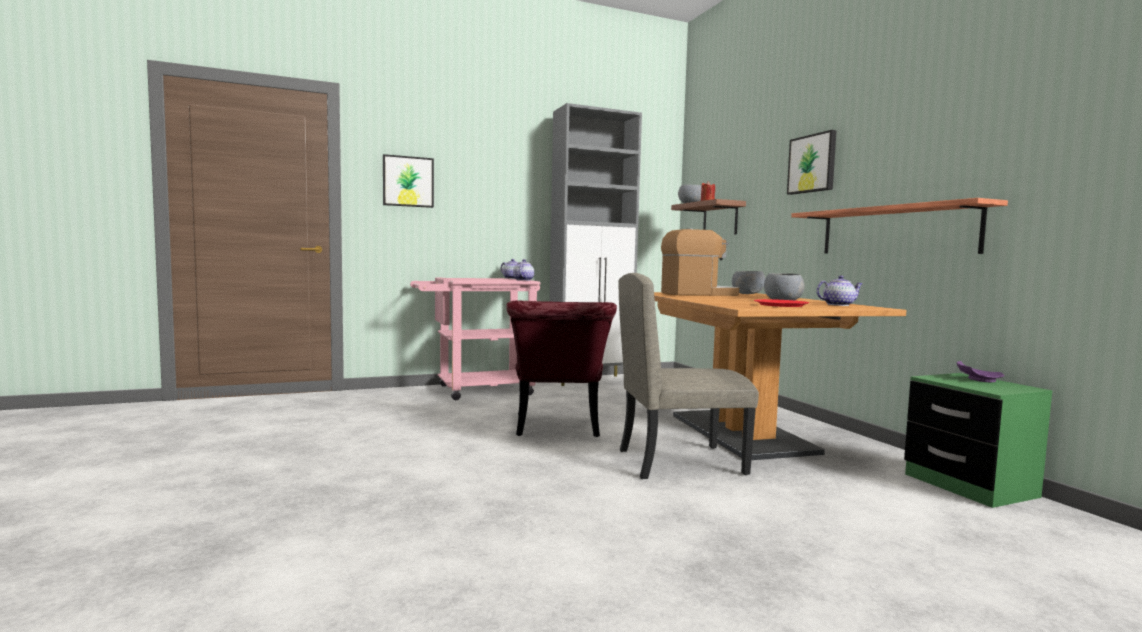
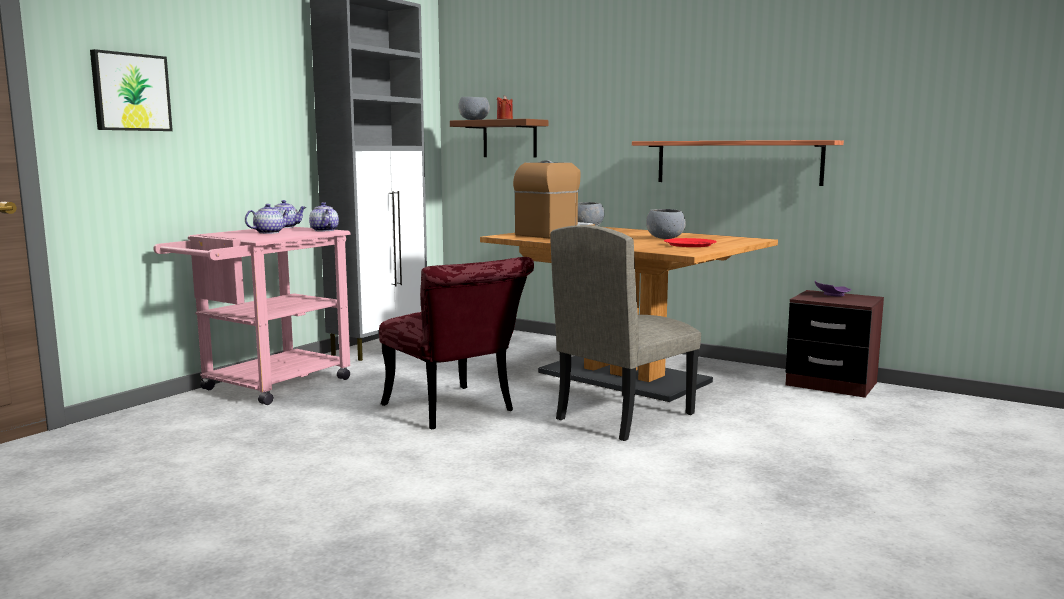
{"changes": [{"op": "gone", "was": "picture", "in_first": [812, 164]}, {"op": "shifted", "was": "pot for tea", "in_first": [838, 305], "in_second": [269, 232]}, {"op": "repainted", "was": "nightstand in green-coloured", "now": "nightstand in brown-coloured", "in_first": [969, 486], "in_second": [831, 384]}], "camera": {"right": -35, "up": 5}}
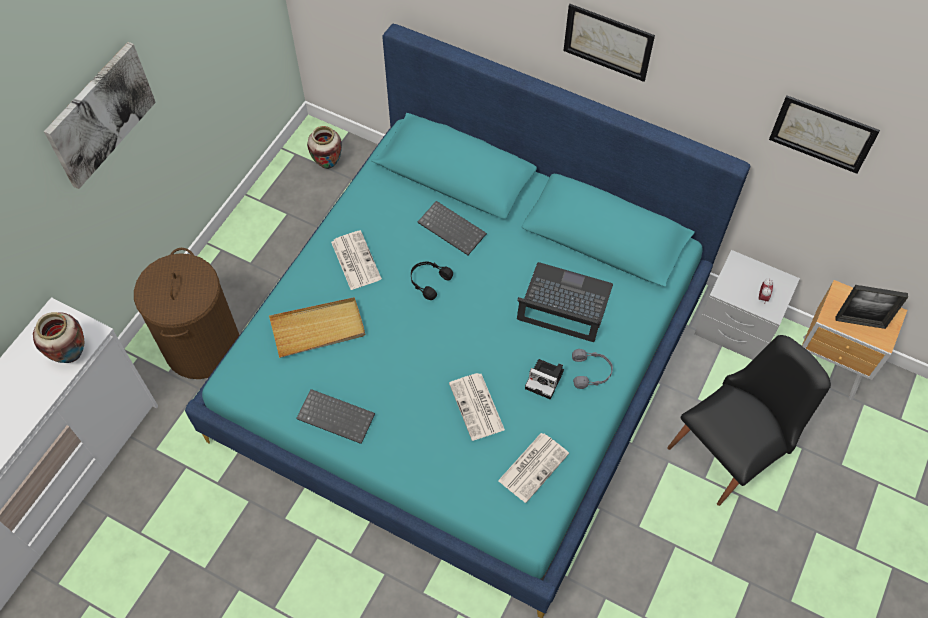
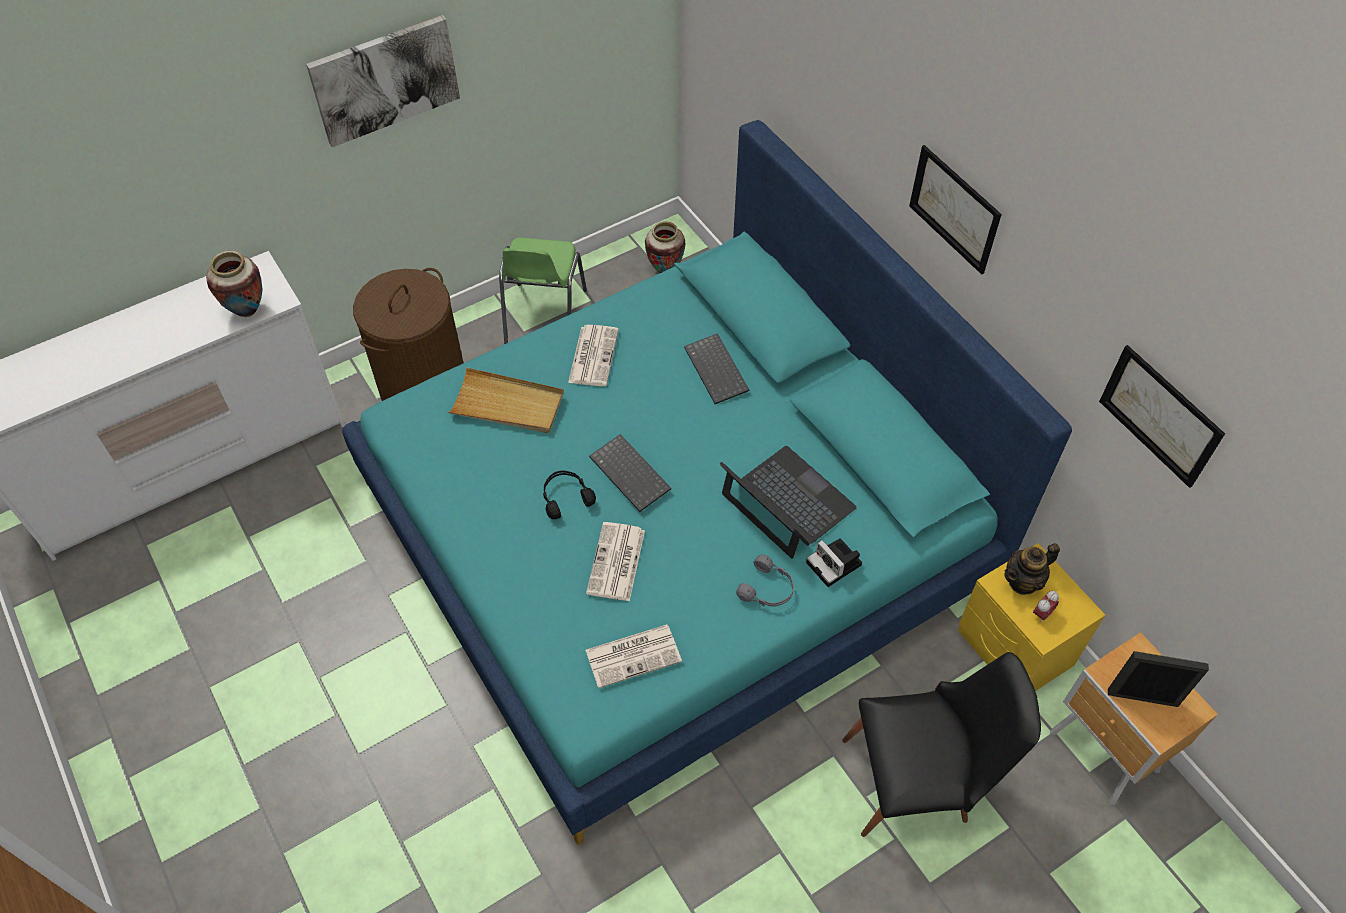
{"changes": [{"op": "shifted", "was": "PC keyboard", "in_first": [337, 416], "in_second": [632, 474]}, {"op": "shifted", "was": "headphones in blackish", "in_first": [428, 281], "in_second": [565, 497]}, {"op": "shifted", "was": "still camera", "in_first": [546, 380], "in_second": [835, 565]}, {"op": "repainted", "was": "nightstand in greyish", "now": "nightstand in yellowish", "in_first": [735, 328], "in_second": [1014, 648]}, {"op": "rotated", "was": "standing frame", "in_first": [860, 322], "in_second": [1142, 698], "clockwise": 150}, {"op": "new", "now": "chair in green-coloured", "in_second": [544, 317]}, {"op": "new", "now": "pot for tea", "in_second": [1023, 581]}], "camera": {"right": 30, "up": -5}}
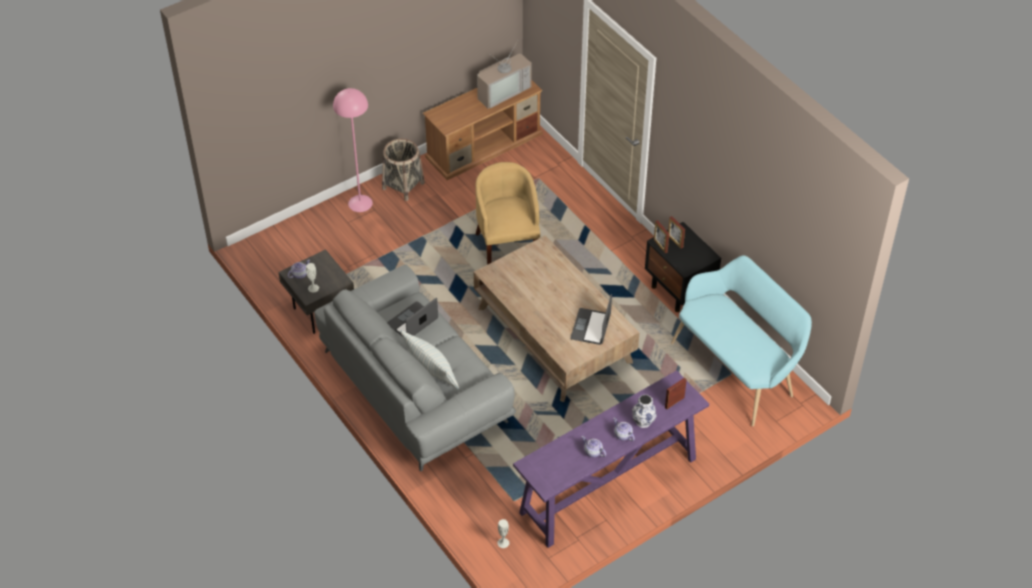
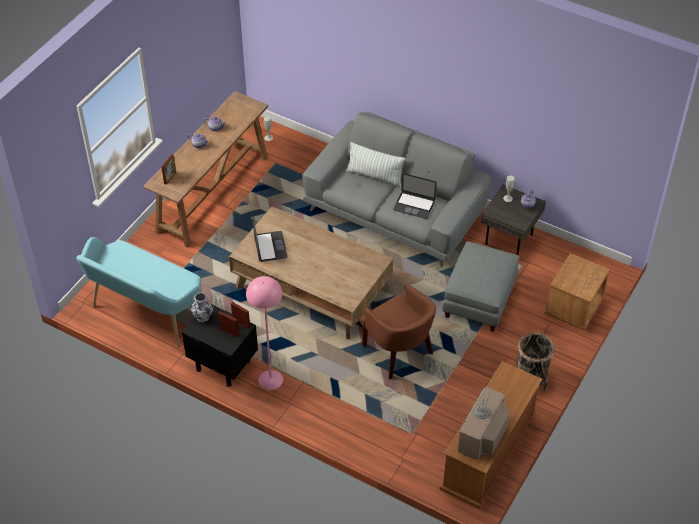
{"changes": [{"op": "shifted", "was": "floor lamp in pink", "in_first": [360, 203], "in_second": [270, 380]}, {"op": "rotated", "was": "notebook computer", "in_first": [412, 321], "in_second": [414, 205], "clockwise": 90}, {"op": "repainted", "was": "armchair in yellowish", "now": "armchair in brown-coloured", "in_first": [507, 245], "in_second": [398, 352]}, {"op": "repainted", "was": "hall table in purple-coloured", "now": "hall table in brown-coloured", "in_first": [607, 486], "in_second": [213, 193]}, {"op": "shifted", "was": "decorative vase", "in_first": [643, 421], "in_second": [203, 317]}, {"op": "new", "now": "ottoman in greyish", "in_second": [478, 300]}, {"op": "new", "now": "nightstand in brown-coloured", "in_second": [573, 308]}], "camera": {"right": 155, "up": 0}}
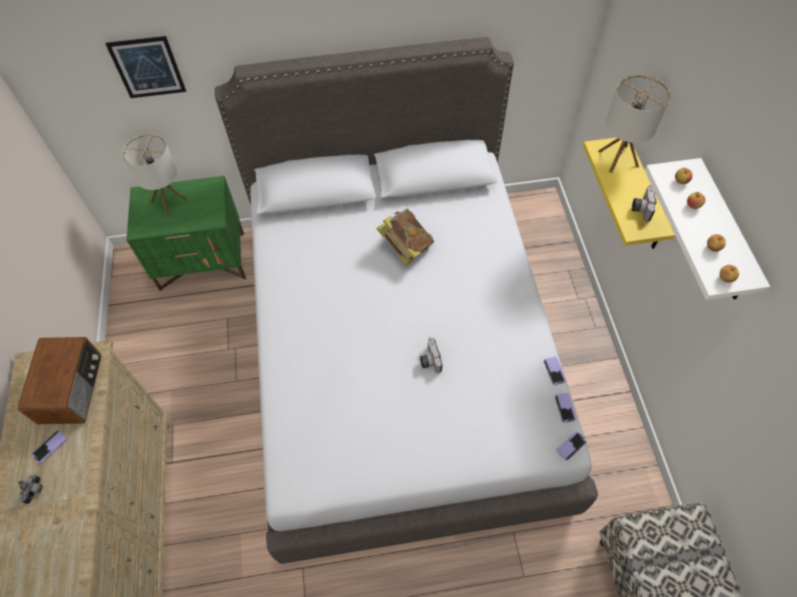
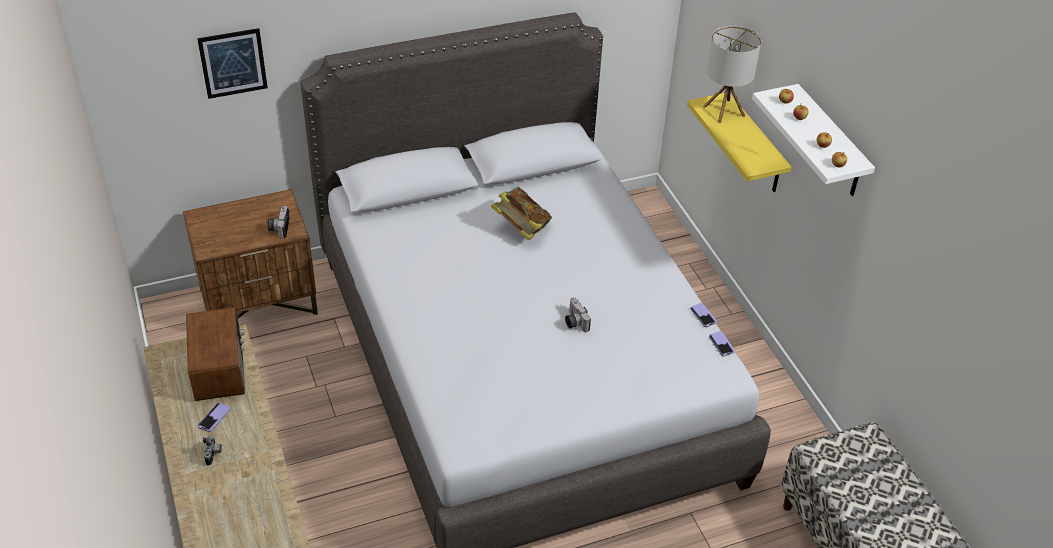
{"changes": [{"op": "gone", "was": "lamp for a table", "in_first": [168, 200]}, {"op": "repainted", "was": "nightstand in green-coloured", "now": "nightstand in brown-coloured", "in_first": [203, 261], "in_second": [259, 302]}, {"op": "gone", "was": "handset", "in_first": [571, 446]}, {"op": "shifted", "was": "still camera", "in_first": [640, 207], "in_second": [279, 227]}], "camera": {"right": -15, "up": -15}}
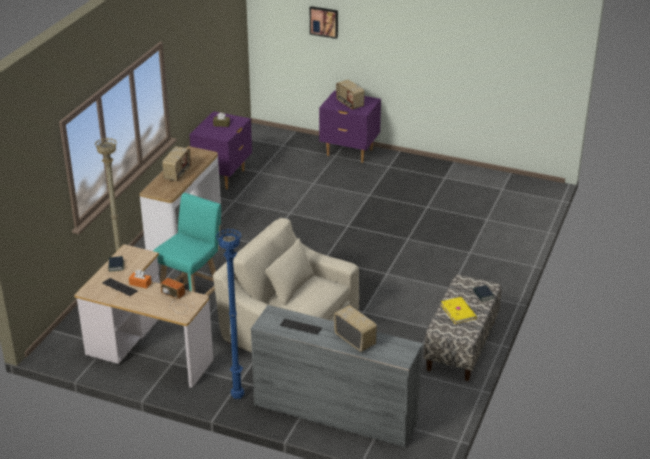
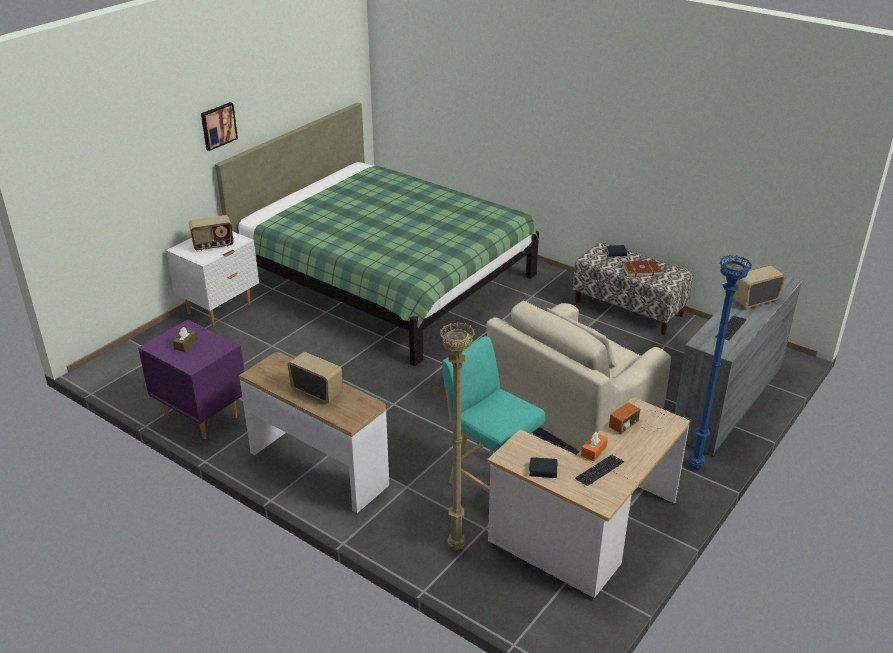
{"changes": [{"op": "shifted", "was": "picture", "in_first": [324, 21], "in_second": [218, 125]}, {"op": "repainted", "was": "nightstand in purple-coloured", "now": "nightstand in whitish", "in_first": [349, 153], "in_second": [220, 309]}, {"op": "repainted", "was": "bound book in yellowish", "now": "bound book in brown-coloured", "in_first": [458, 311], "in_second": [640, 270]}, {"op": "new", "now": "bedroom bed in green-coloured", "in_second": [386, 280]}], "camera": {"right": -75, "up": 0}}
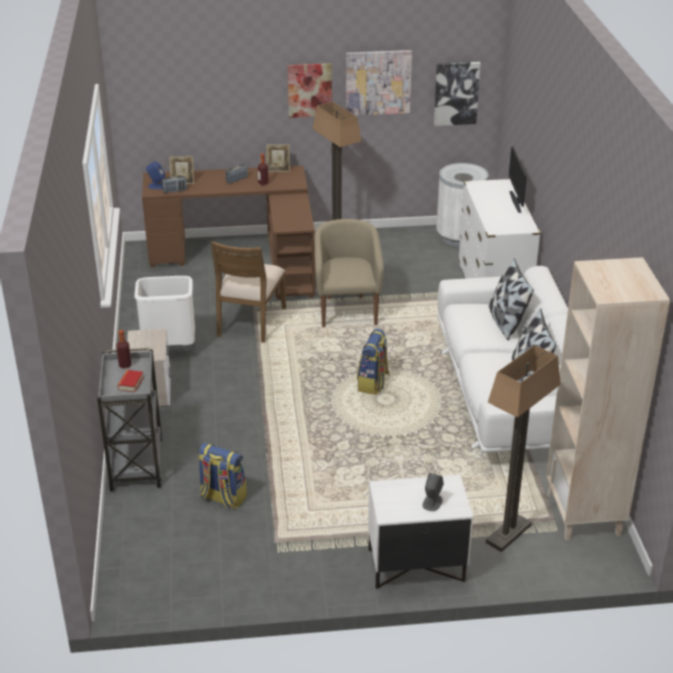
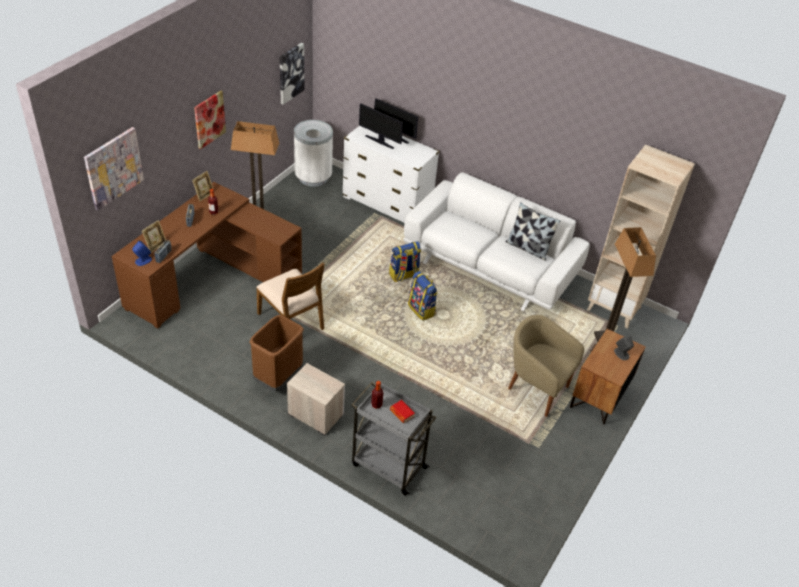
{"changes": [{"op": "repainted", "was": "waste bin in whitish", "now": "waste bin in brown-coloured", "in_first": [170, 350], "in_second": [278, 378]}, {"op": "shifted", "was": "knapsack", "in_first": [222, 497], "in_second": [404, 275]}, {"op": "shifted", "was": "armchair in sand-coloured", "in_first": [347, 311], "in_second": [535, 390]}, {"op": "shifted", "was": "picture", "in_first": [378, 82], "in_second": [113, 168]}, {"op": "repainted", "was": "nightstand in whitish", "now": "nightstand in brown-coloured", "in_first": [415, 566], "in_second": [599, 397]}, {"op": "gone", "was": "pillow", "in_first": [506, 322]}, {"op": "new", "now": "computer screen", "in_second": [380, 141]}], "camera": {"right": -55, "up": 10}}
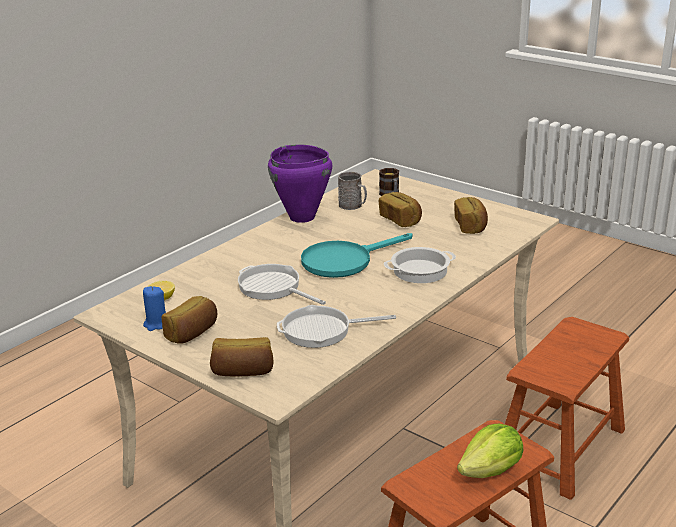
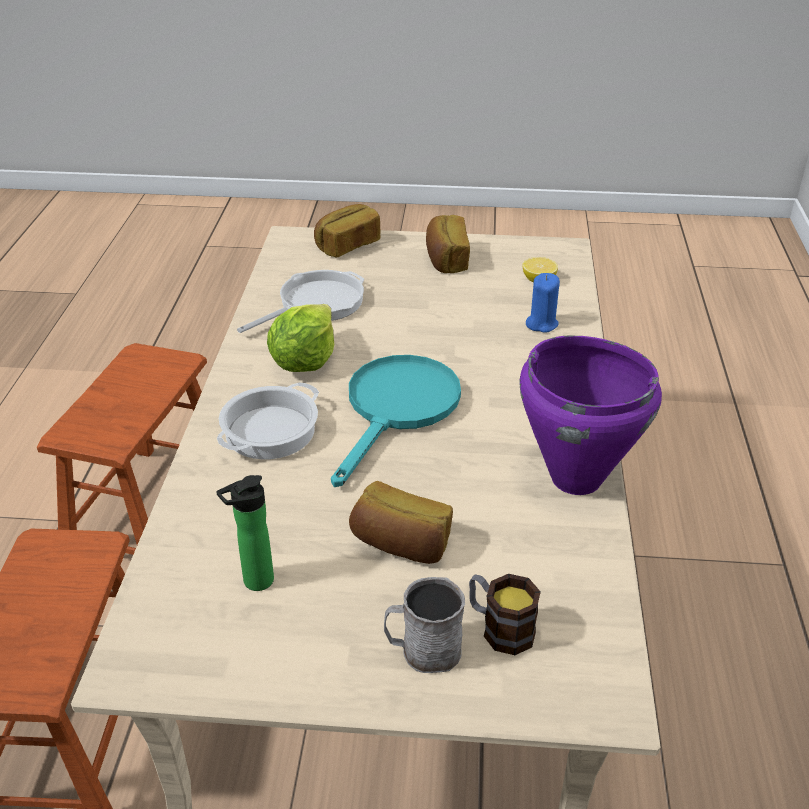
{"changes": [{"op": "shifted", "was": "candle in bluish", "in_first": [156, 324], "in_second": [541, 324]}, {"op": "gone", "was": "skillet", "in_first": [272, 288]}, {"op": "shifted", "was": "mug in greyish", "in_first": [353, 206], "in_second": [423, 651]}, {"op": "swapped", "was": "bakery bread", "now": "bottle", "in_first": [471, 226], "in_second": [254, 582]}, {"op": "shifted", "was": "lettuce", "in_first": [491, 471], "in_second": [304, 361]}], "camera": {"right": 145, "up": 10}}
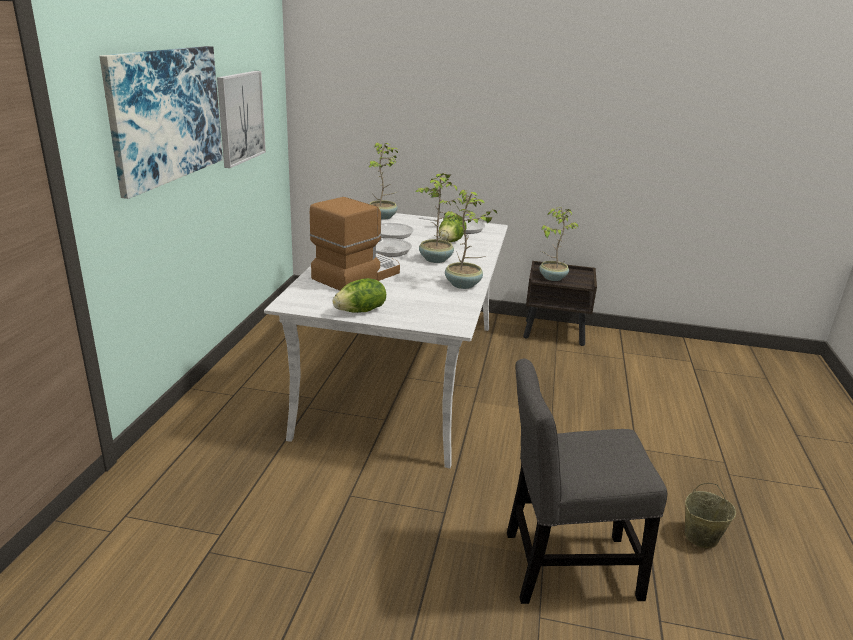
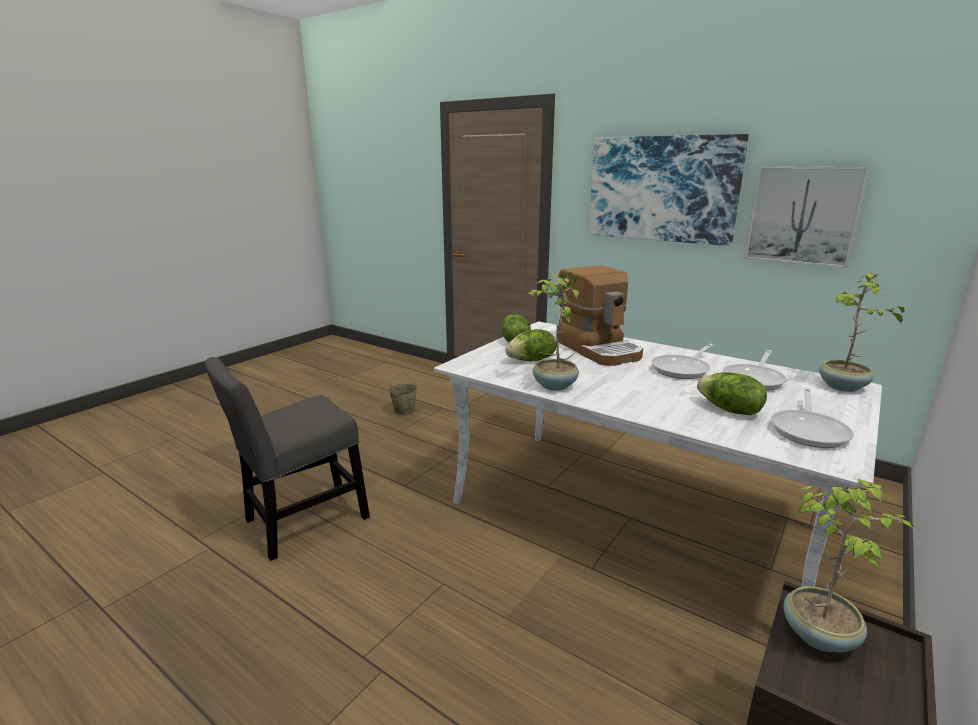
{"changes": [{"op": "gone", "was": "houseplant", "in_first": [435, 260]}, {"op": "rotated", "was": "chair in greyish", "in_first": [563, 566], "in_second": [301, 522], "clockwise": -150}, {"op": "shifted", "was": "bucket in sand-coloured", "in_first": [700, 537], "in_second": [404, 411]}, {"op": "new", "now": "lettuce", "in_second": [532, 360]}], "camera": {"right": 115, "up": -5}}
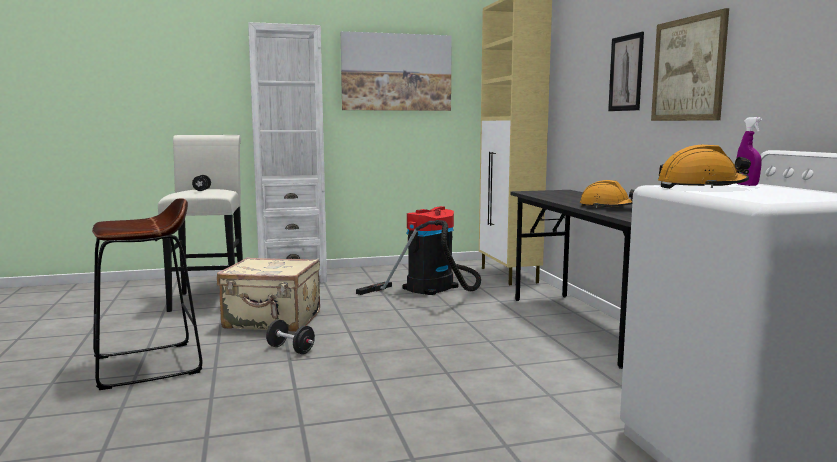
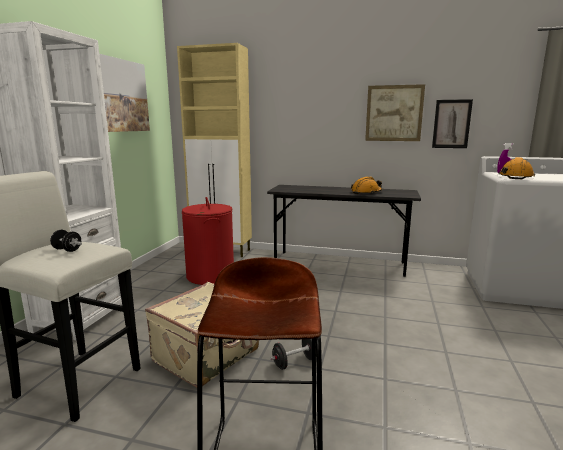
{"changes": [{"op": "swapped", "was": "vacuum", "now": "washing basket in red-coloured", "in_first": [433, 287], "in_second": [210, 276]}, {"op": "shifted", "was": "picture", "in_first": [626, 73], "in_second": [451, 124]}], "camera": {"right": -60, "up": 5}}
